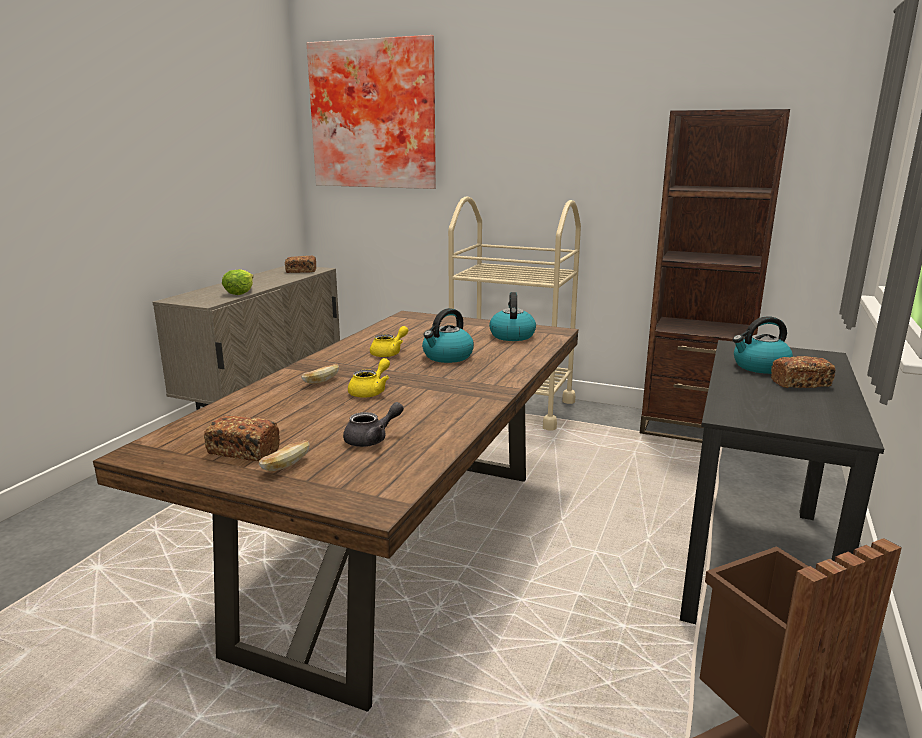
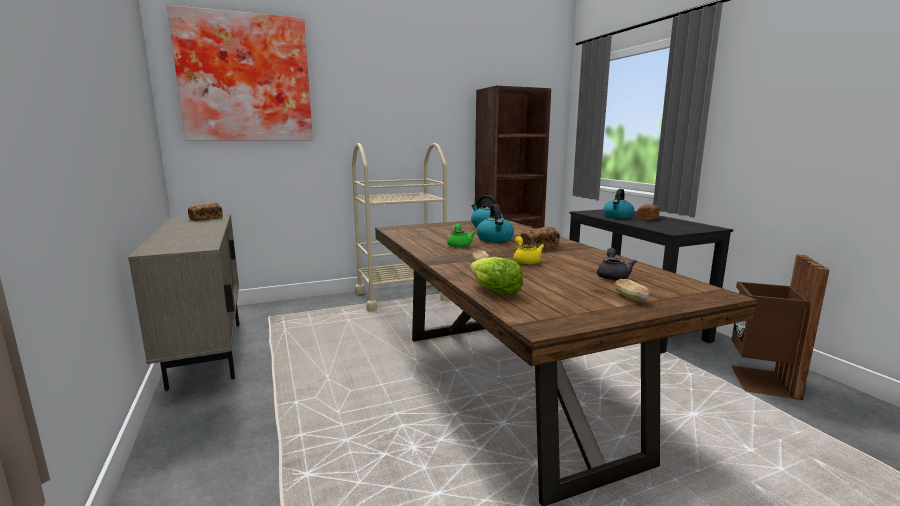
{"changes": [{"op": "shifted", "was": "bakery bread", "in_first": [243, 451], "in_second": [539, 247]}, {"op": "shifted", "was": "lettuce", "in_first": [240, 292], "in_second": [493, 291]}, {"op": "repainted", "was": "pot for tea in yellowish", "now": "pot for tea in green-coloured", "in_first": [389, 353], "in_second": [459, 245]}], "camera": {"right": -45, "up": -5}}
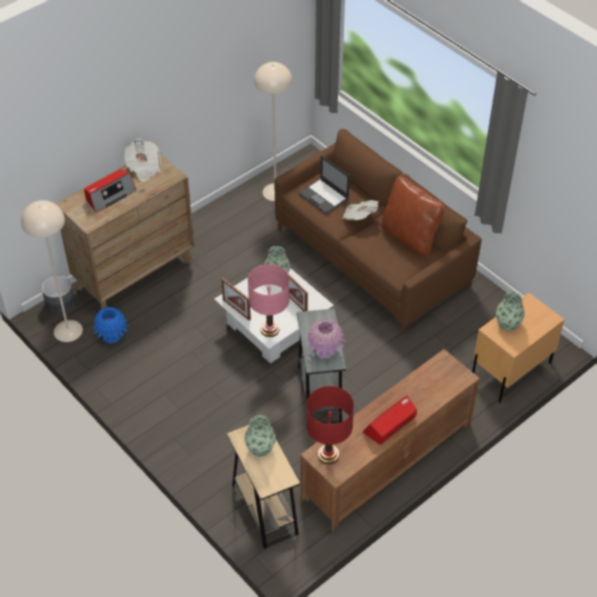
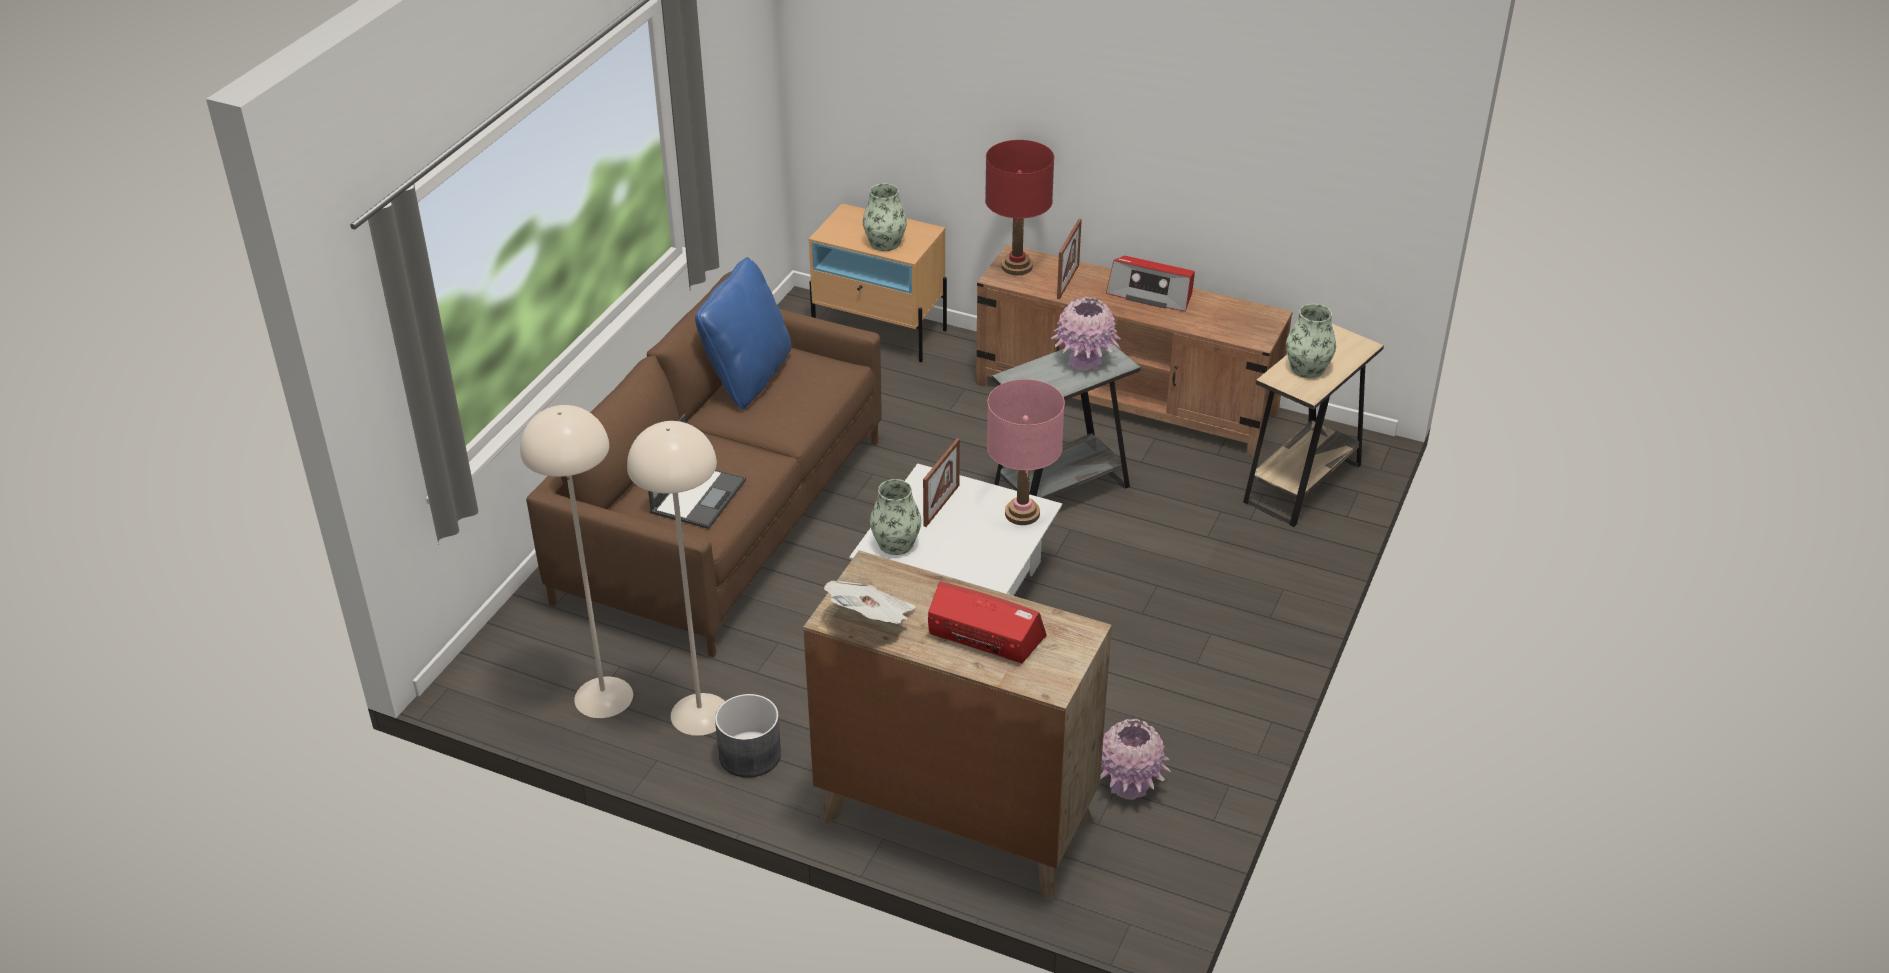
{"changes": [{"op": "shifted", "was": "floor lamp in sand-coloured", "in_first": [68, 330], "in_second": [700, 714]}, {"op": "shifted", "was": "flower pot in greyish", "in_first": [60, 303], "in_second": [749, 755]}, {"op": "repainted", "was": "decorative vase in bluish", "now": "decorative vase in pink", "in_first": [112, 336], "in_second": [1129, 785]}, {"op": "shifted", "was": "standing frame", "in_first": [236, 309], "in_second": [1068, 281]}, {"op": "shifted", "was": "lamp for a table in red-coloured", "in_first": [328, 455], "in_second": [1017, 266]}, {"op": "gone", "was": "newspaper", "in_first": [359, 216]}, {"op": "repainted", "was": "pillow in brown-coloured", "now": "pillow in bluish", "in_first": [410, 237], "in_second": [748, 377]}], "camera": {"right": -115, "up": -10}}
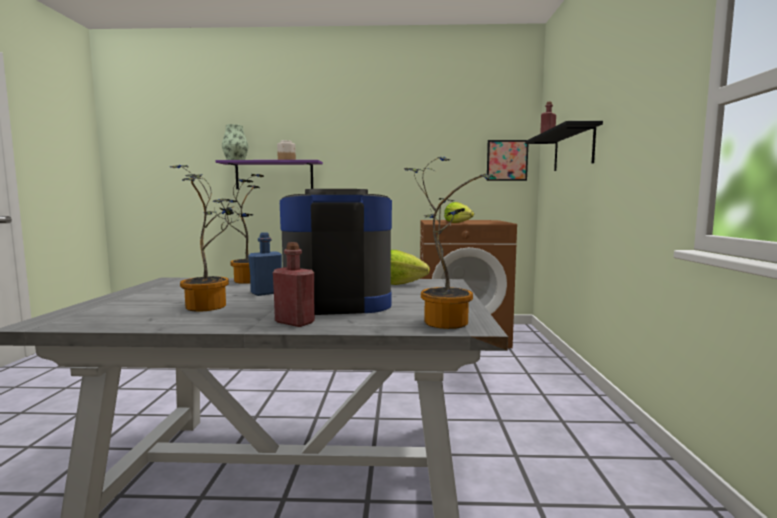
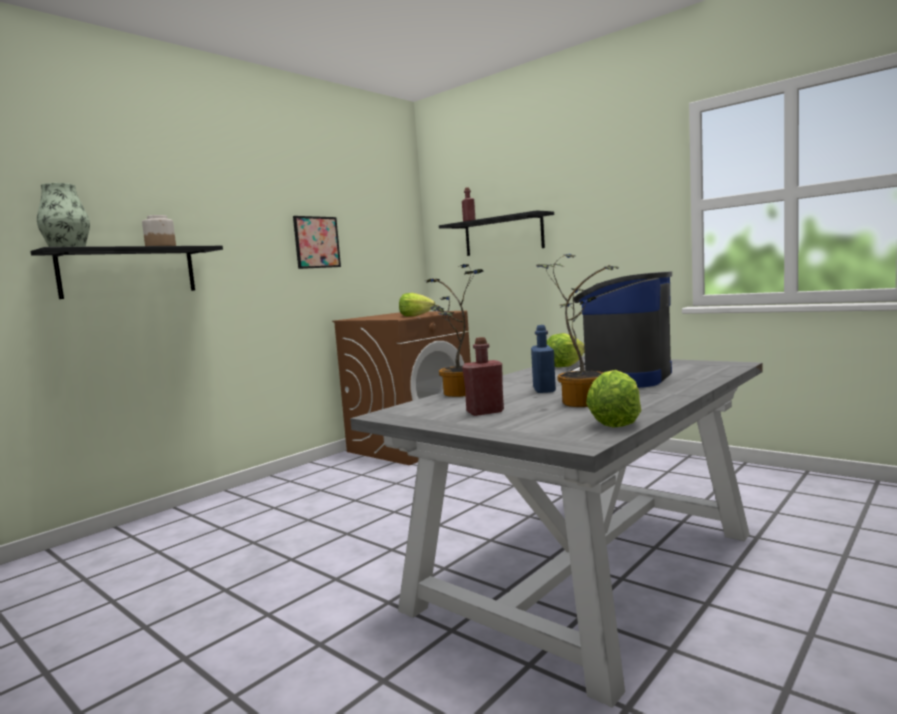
{"changes": [{"op": "repainted", "was": "wall shelf in purple-coloured", "now": "wall shelf in blackish", "in_first": [274, 175], "in_second": [129, 272]}, {"op": "shifted", "was": "bottle in red-coloured", "in_first": [294, 322], "in_second": [485, 412]}, {"op": "gone", "was": "houseplant", "in_first": [444, 321]}, {"op": "shifted", "was": "picture", "in_first": [507, 160], "in_second": [317, 242]}, {"op": "new", "now": "lettuce", "in_second": [616, 422]}], "camera": {"right": -50, "up": 0}}
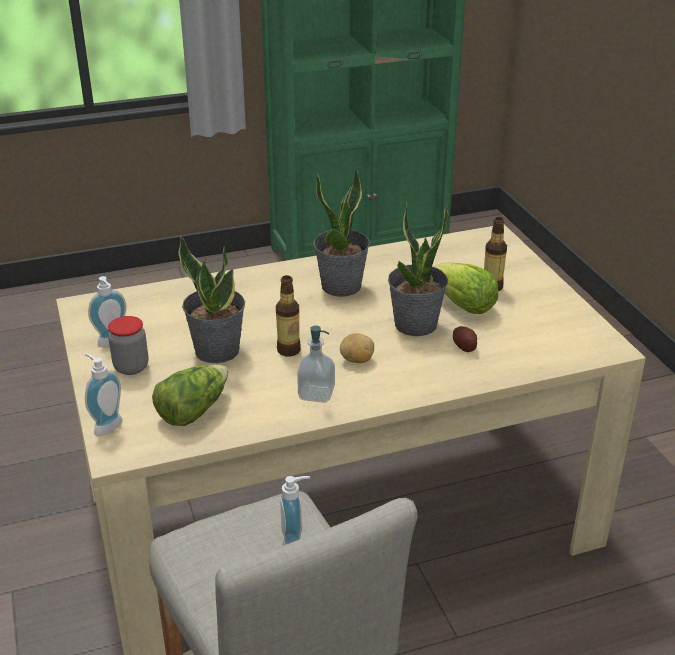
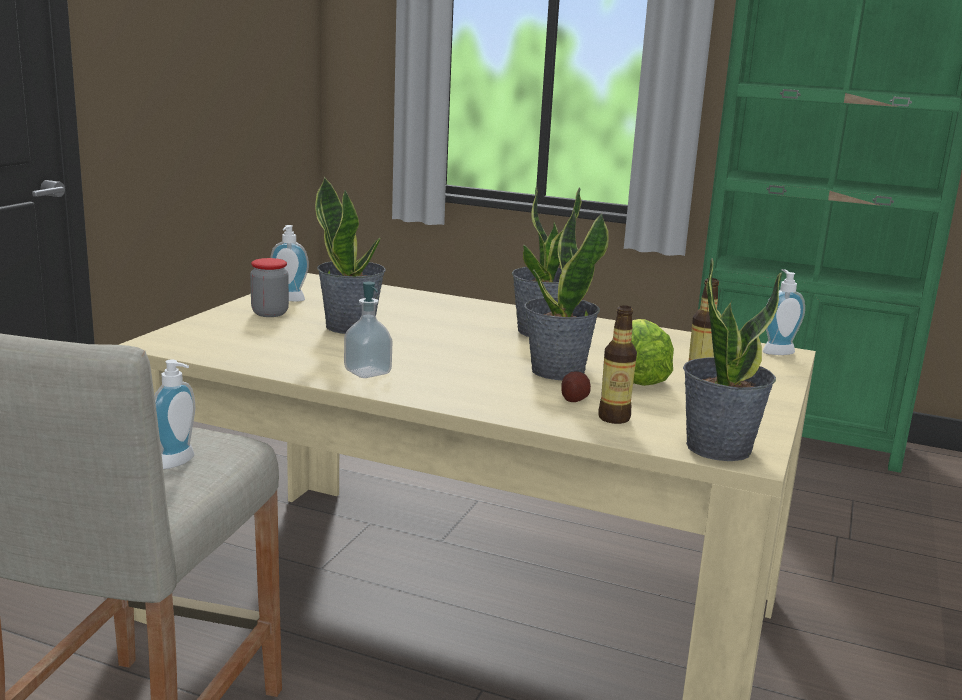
{"changes": [{"op": "shifted", "was": "soap bottle", "in_first": [105, 425], "in_second": [776, 351]}, {"op": "gone", "was": "lettuce", "in_first": [193, 410]}, {"op": "shifted", "was": "bottle", "in_first": [289, 350], "in_second": [614, 418]}, {"op": "gone", "was": "whole potato", "in_first": [356, 360]}, {"op": "new", "now": "houseplant", "in_second": [718, 447]}], "camera": {"right": 40, "up": -15}}
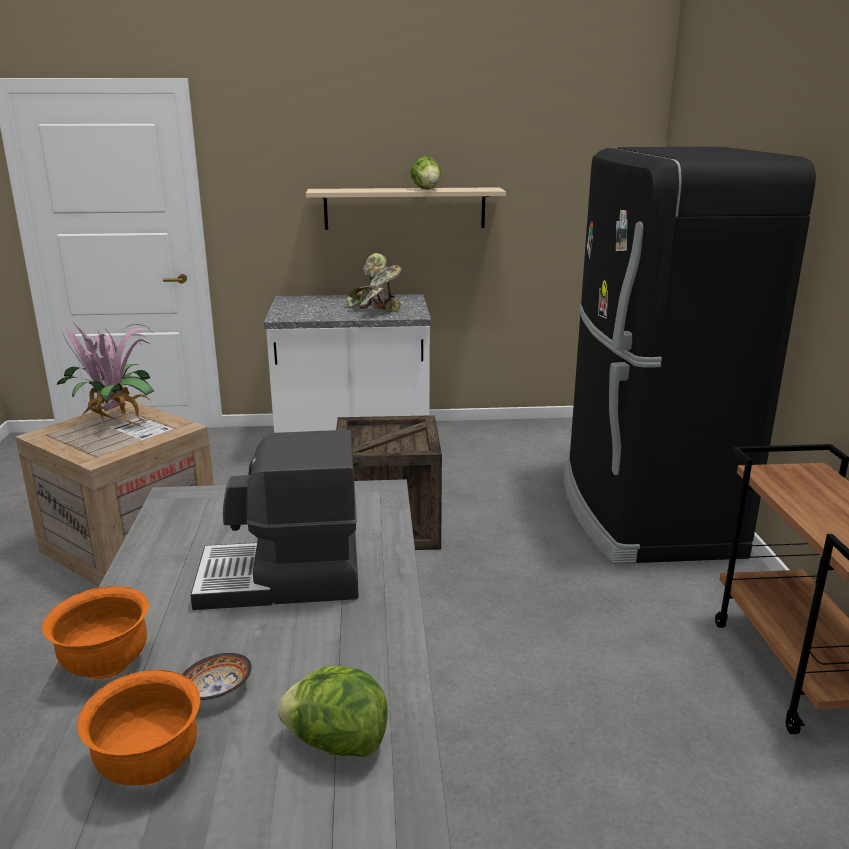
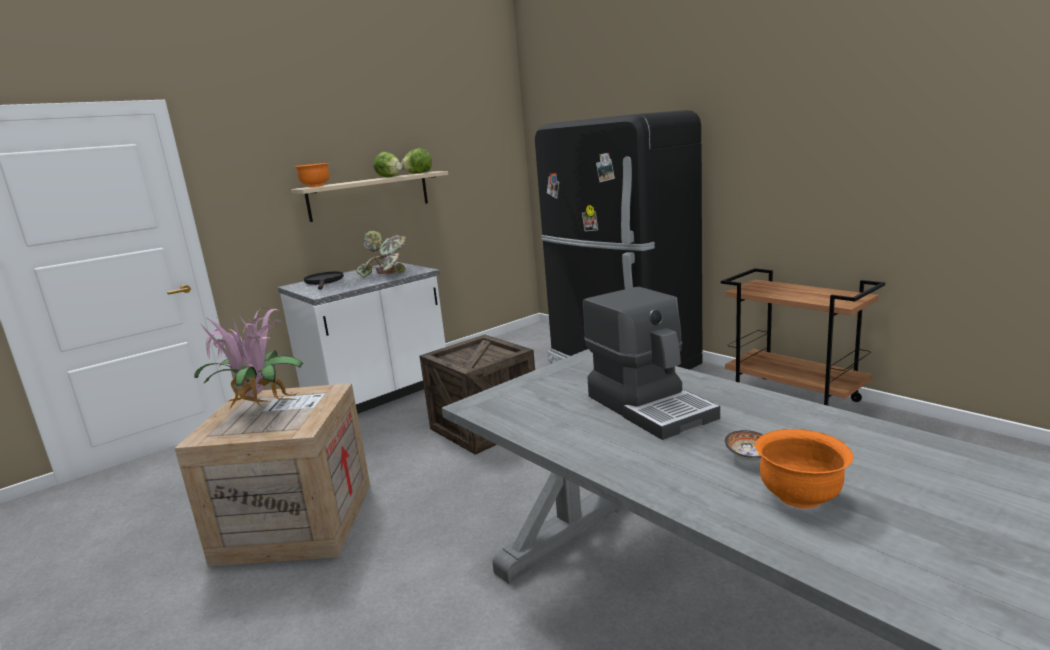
{"changes": [{"op": "shifted", "was": "serving bowl in orange", "in_first": [105, 664], "in_second": [315, 186]}, {"op": "rotated", "was": "coffee machine", "in_first": [281, 580], "in_second": [650, 406], "clockwise": -75}, {"op": "shifted", "was": "lettuce", "in_first": [336, 743], "in_second": [418, 173]}, {"op": "new", "now": "skillet in blackish", "in_second": [324, 282]}], "camera": {"right": -35, "up": -5}}
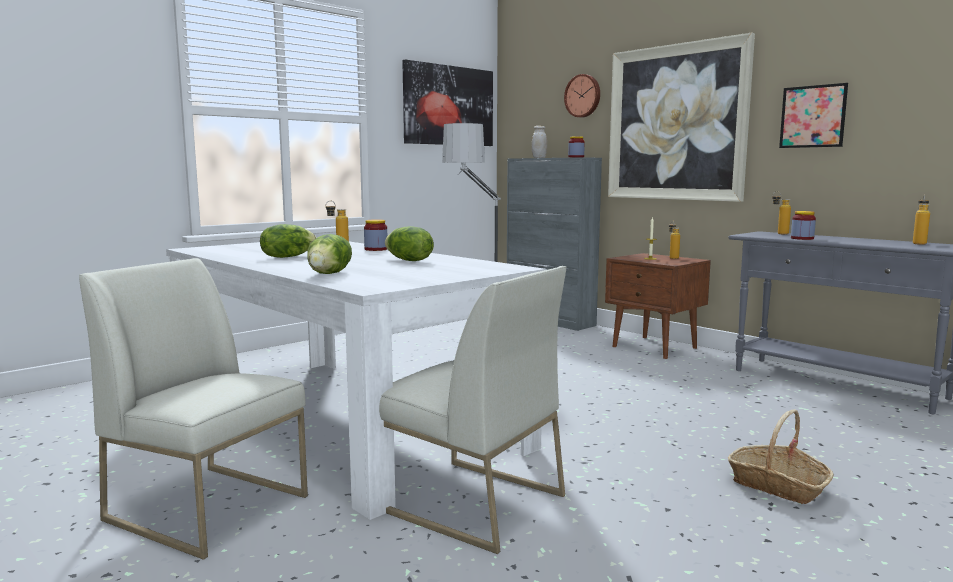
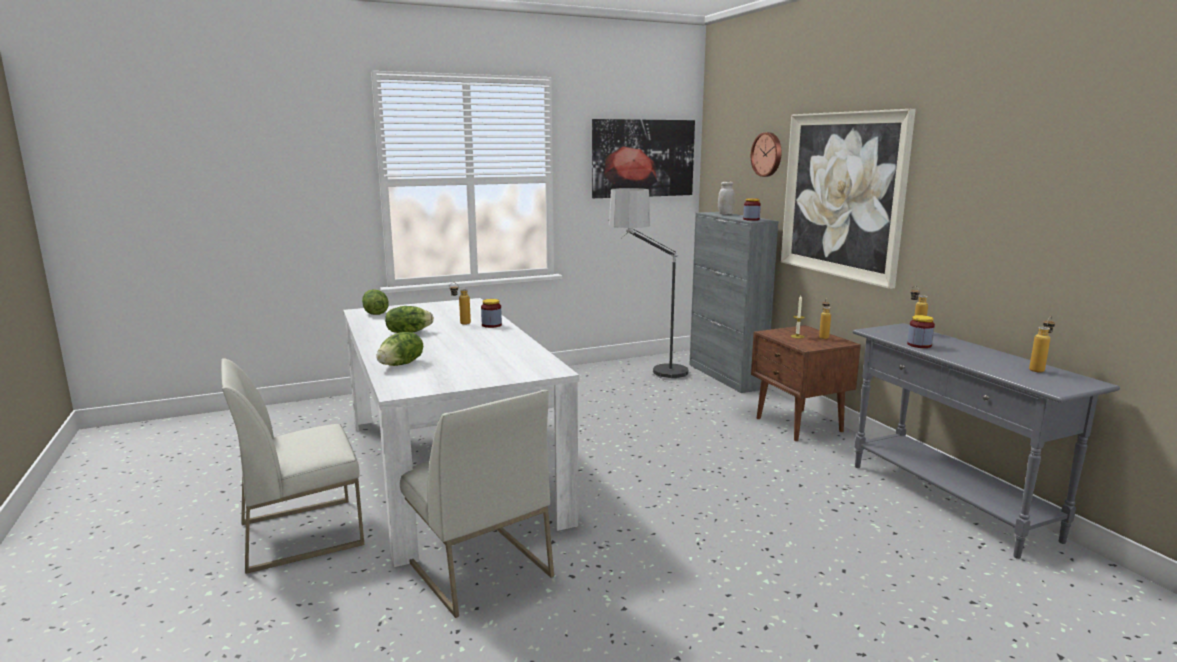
{"changes": [{"op": "rotated", "was": "chair in whitish", "in_first": [210, 507], "in_second": [302, 533], "clockwise": -75}, {"op": "shifted", "was": "lettuce", "in_first": [408, 260], "in_second": [374, 313]}, {"op": "gone", "was": "storage basket", "in_first": [777, 485]}, {"op": "gone", "was": "picture", "in_first": [813, 116]}], "camera": {"right": 20, "up": 5}}
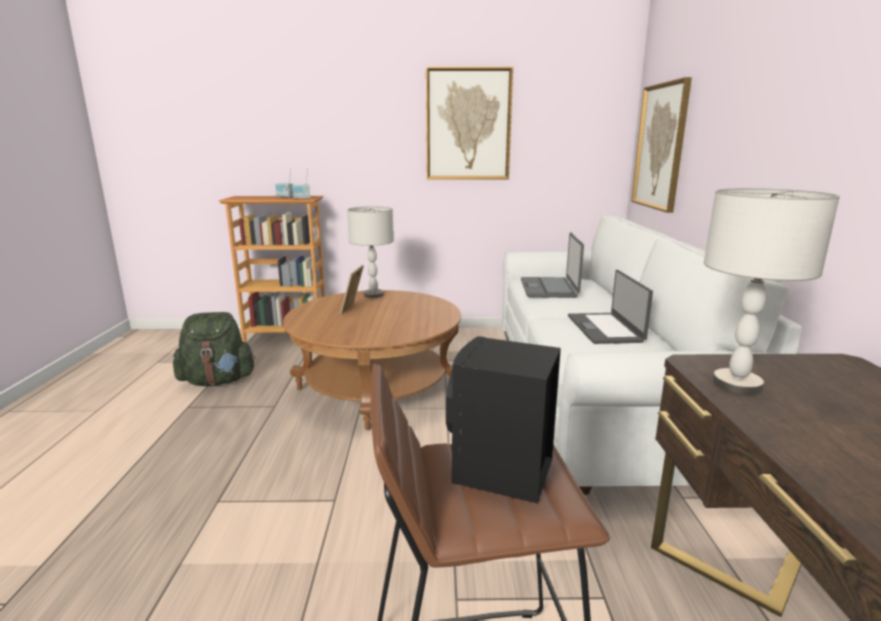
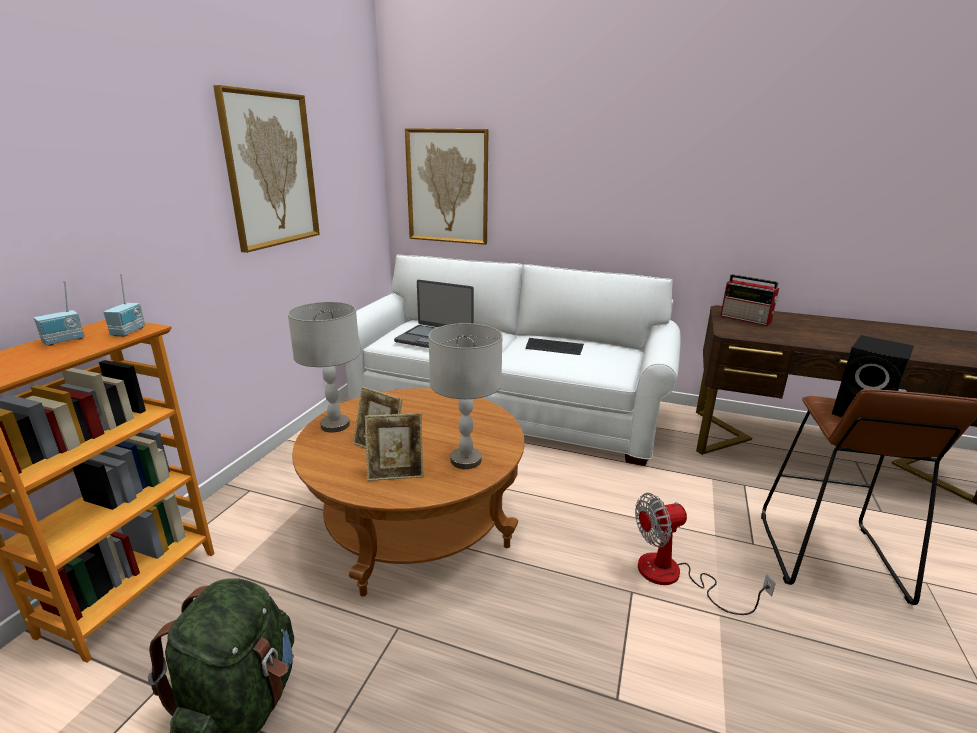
{"changes": [{"op": "swapped", "was": "notebook computer", "now": "PC keyboard", "in_first": [605, 328], "in_second": [554, 348]}, {"op": "shifted", "was": "lamp for a table in greyish", "in_first": [737, 385], "in_second": [466, 460]}, {"op": "new", "now": "standing frame", "in_second": [396, 473]}, {"op": "new", "now": "electric fan", "in_second": [674, 577]}, {"op": "new", "now": "radio", "in_second": [746, 319]}], "camera": {"right": -70, "up": 5}}
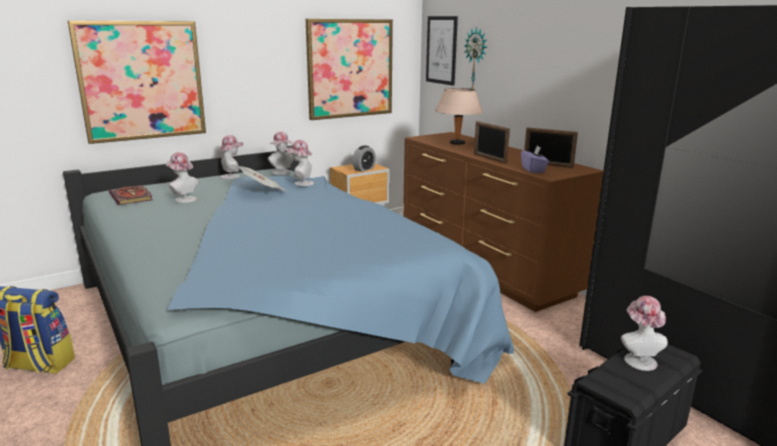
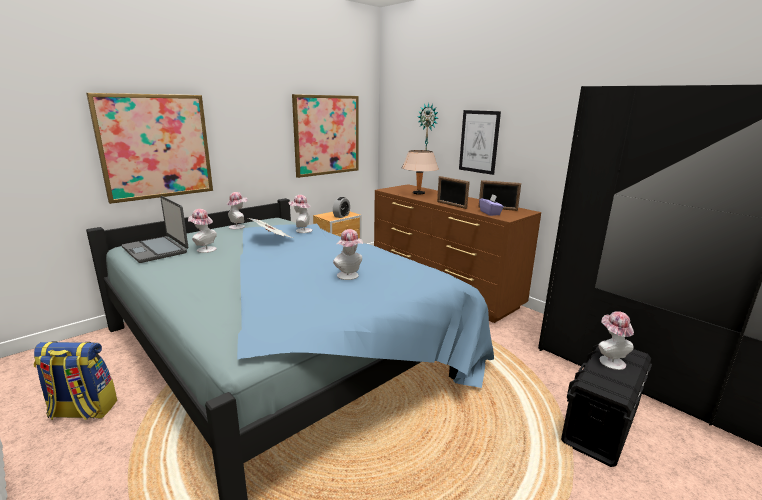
{"changes": [{"op": "swapped", "was": "bound book", "now": "notebook computer", "in_first": [132, 197], "in_second": [156, 250]}, {"op": "shifted", "was": "wearable hat", "in_first": [282, 173], "in_second": [349, 276]}, {"op": "shifted", "was": "picture", "in_first": [441, 50], "in_second": [479, 142]}], "camera": {"right": -10, "up": 0}}
